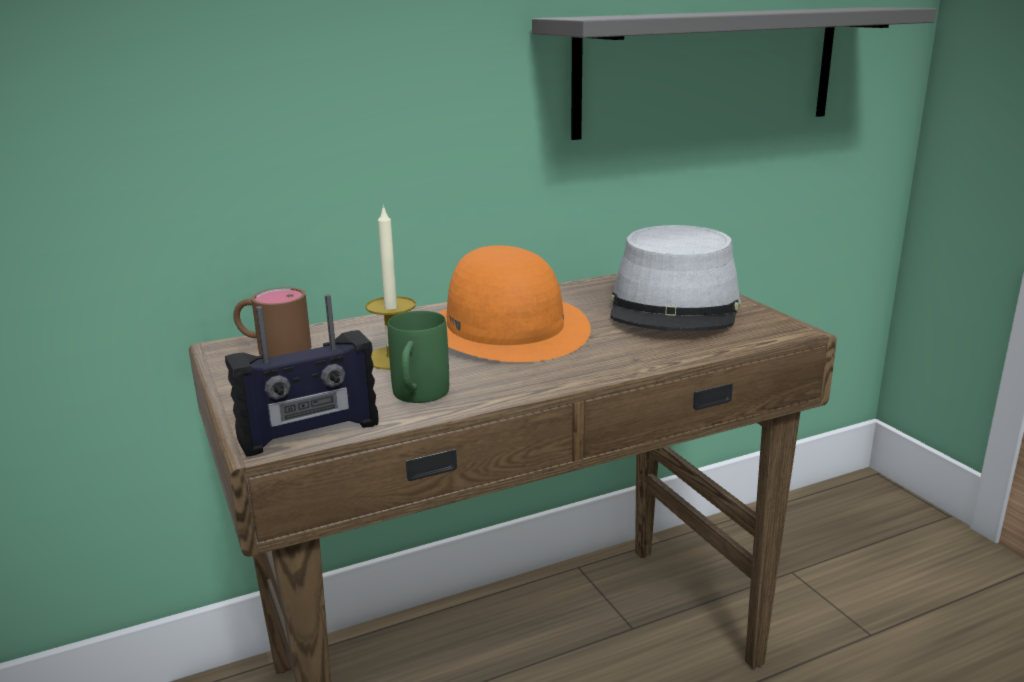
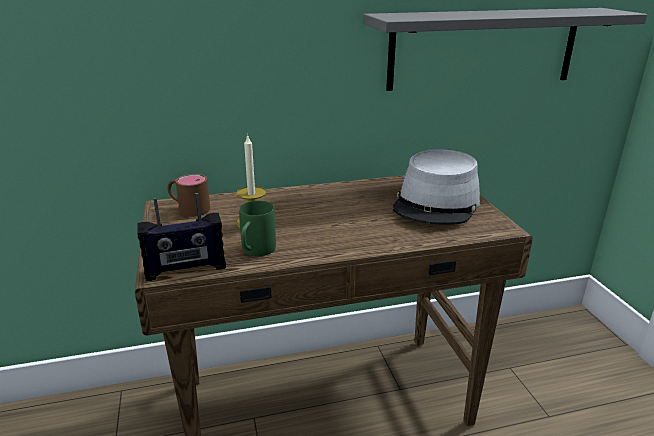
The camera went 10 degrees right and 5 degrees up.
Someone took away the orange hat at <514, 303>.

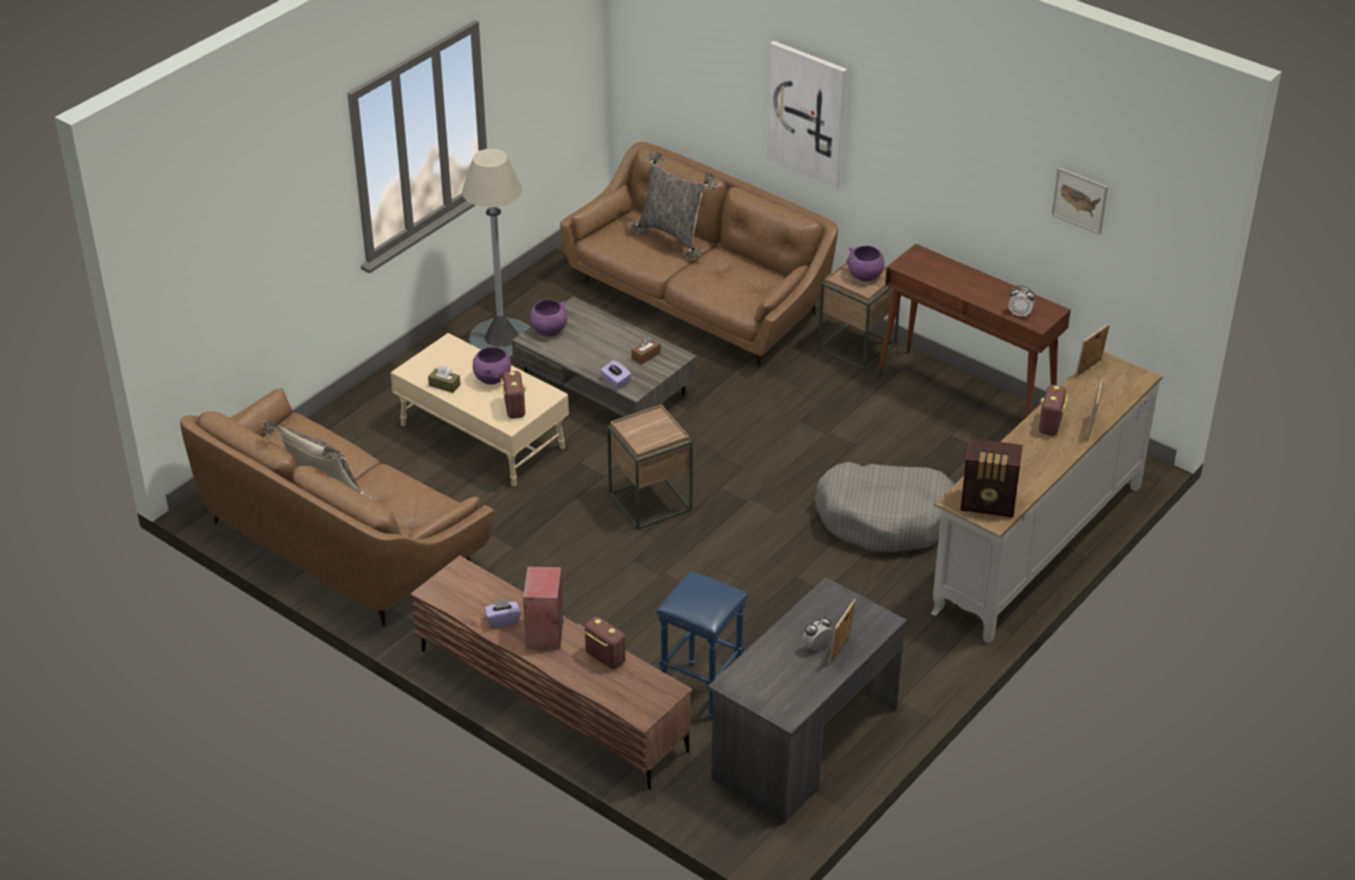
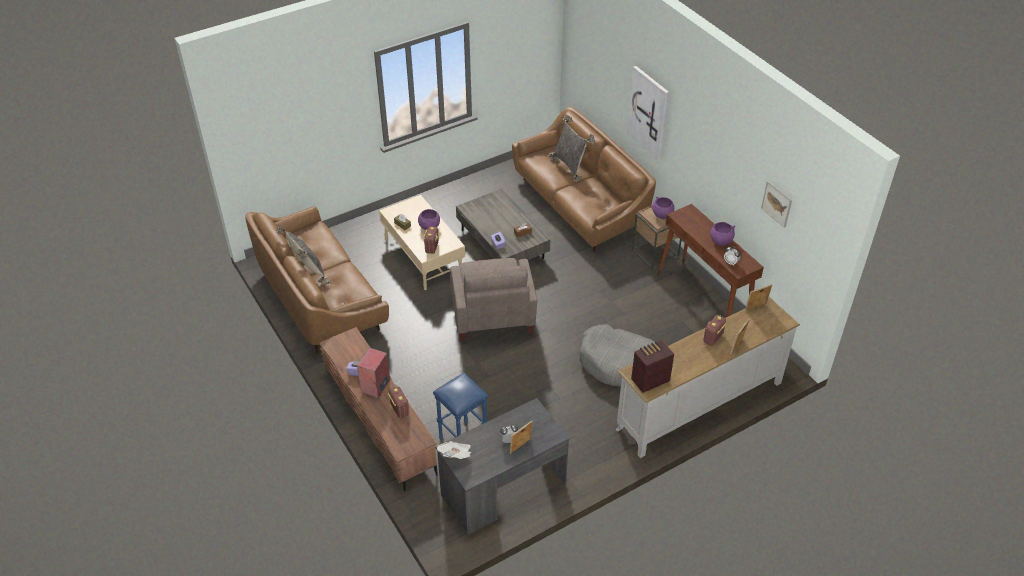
The camera went 20 degrees right and 5 degrees up.
Someone took away the grey floor lamp at <496, 253>.
Someone carried the purple bowl from <549, 317> to <722, 234>.
Someone swapped the brown side table at <650, 467> for the beige armchair at <493, 300>.
Someone rotated the radio at <991, 478> by 120 degrees clockwise.
Someone put down the newspaper at <454, 450>.

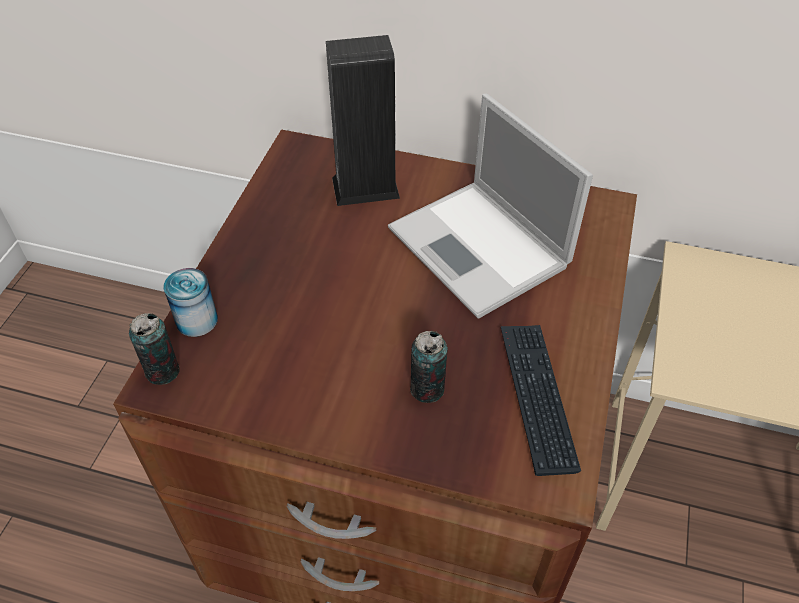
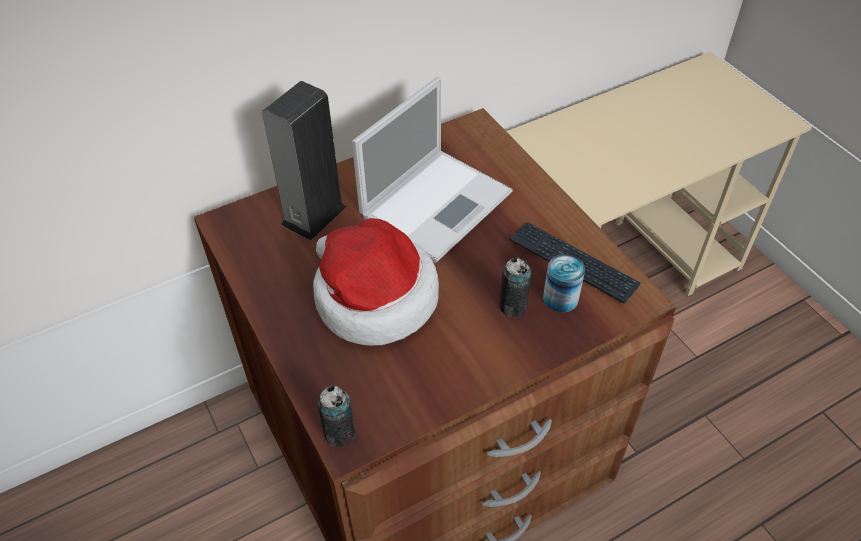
The camera went 45 degrees left and 0 degrees up.
Someone carried the can from <190, 302> to <564, 283>.
Someone rotated the laptop at <490, 206> by 60 degrees counterclockwise.
Someone put down the hat at <376, 282>.

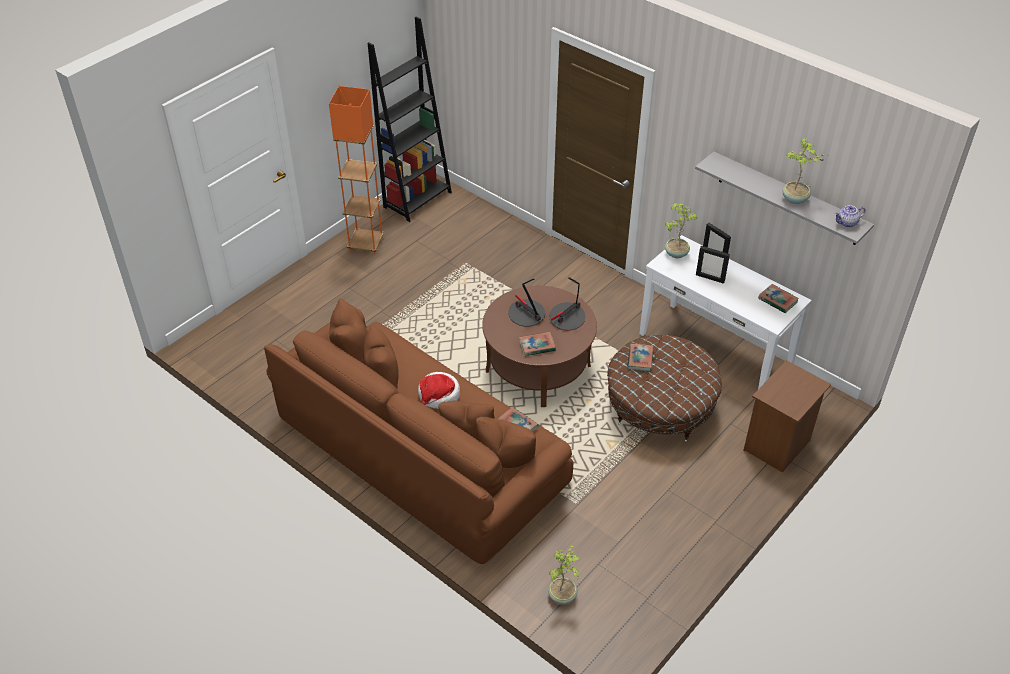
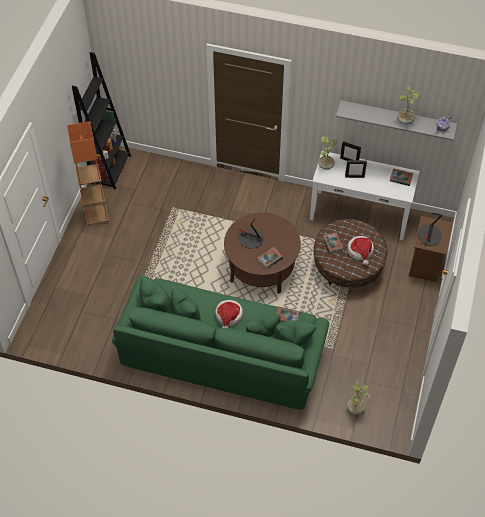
The camera went 25 degrees left and 10 degrees up.
Someone repainted the brown sofa at <418, 431>, which became the green sofa at <220, 342>.
Someone carried the table lamp from <567, 304> to <430, 229>.
Someone put down the hat at <360, 250>.

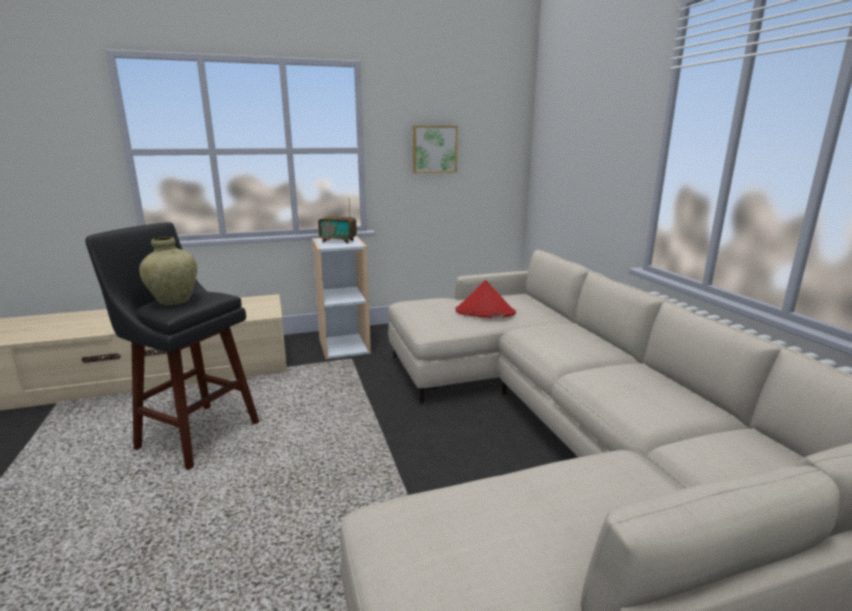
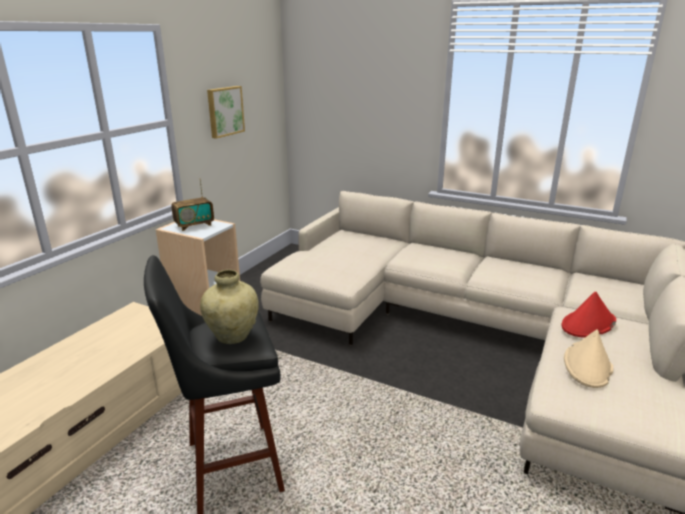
The camera went 45 degrees left and 5 degrees up.
Someone carried the red hat from <485, 299> to <588, 315>.
Someone put down the beige hat at <588, 358>.

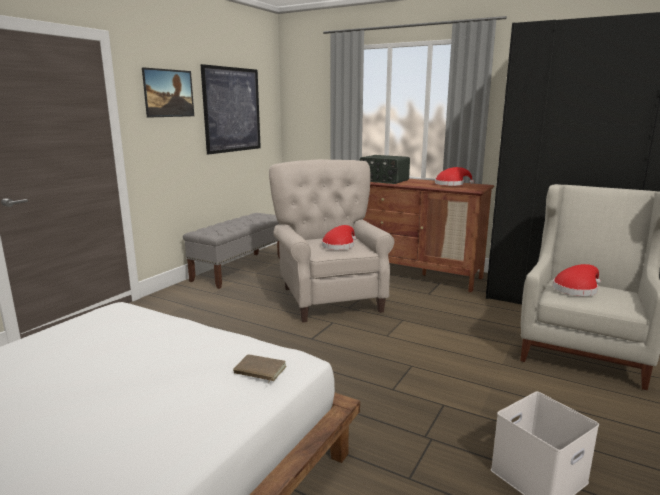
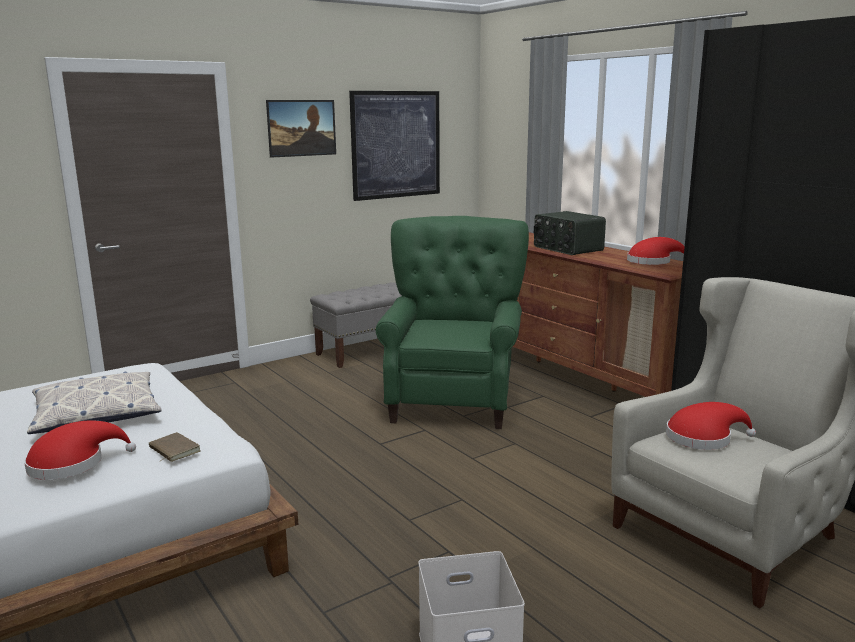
The camera went 25 degrees right and 0 degrees up.
Someone repainted the beige armchair at <331, 240>, which became the green armchair at <452, 322>.
Someone carried the red hat from <339, 237> to <80, 450>.
Someone put down the pillow at <94, 403>.

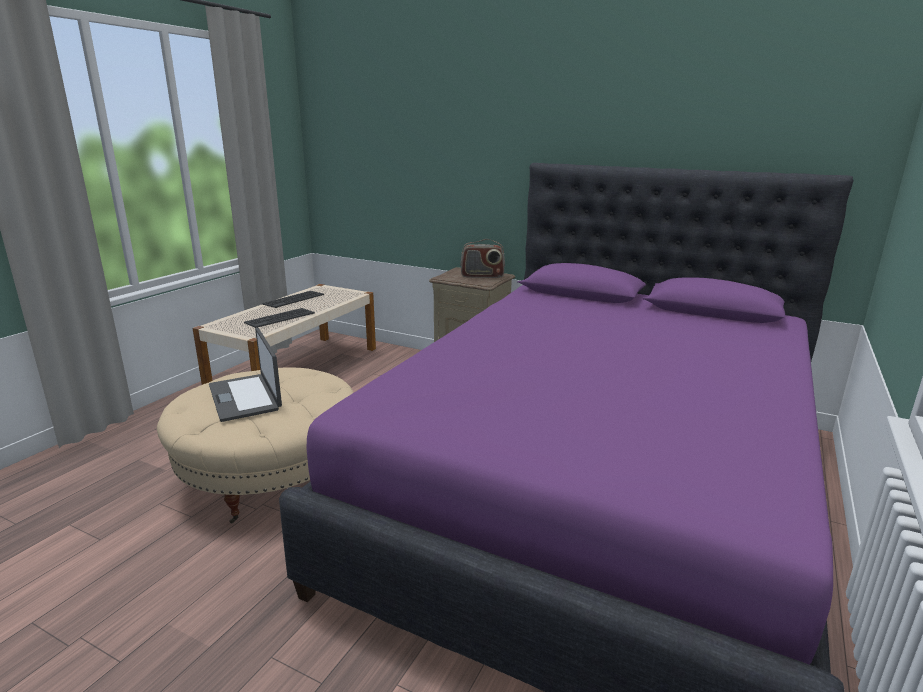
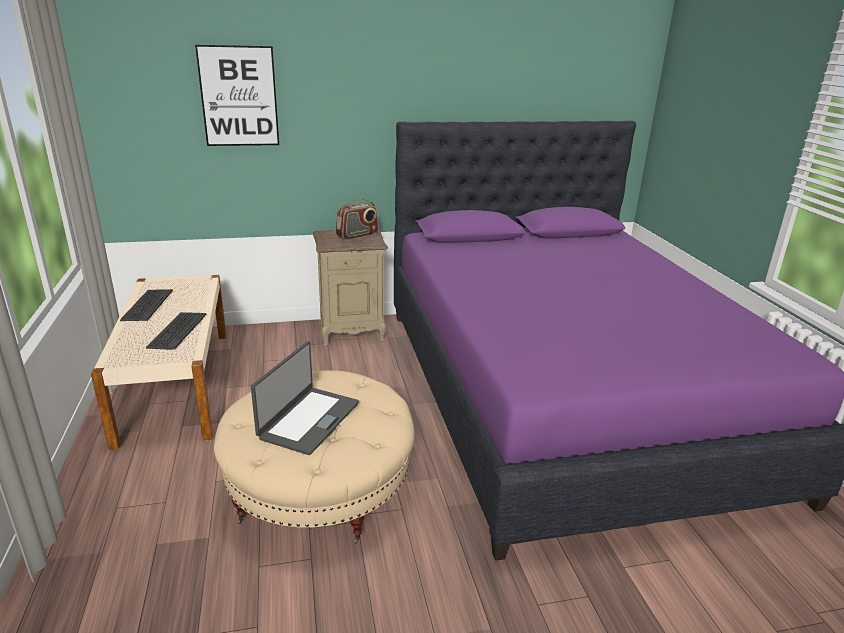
The camera went 40 degrees left and 5 degrees up.
Someone rotated the laptop at <245, 375> by 90 degrees counterclockwise.
Someone put up the picture at <237, 95>.

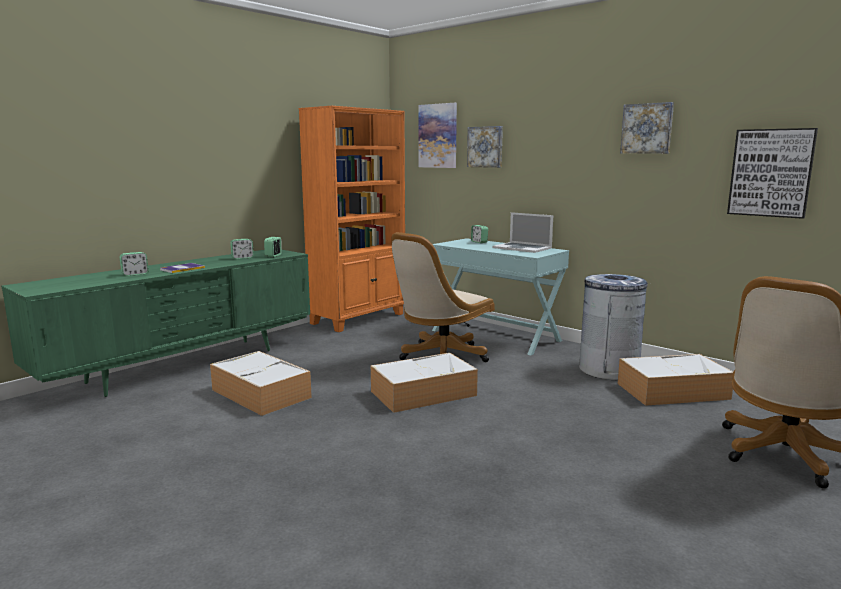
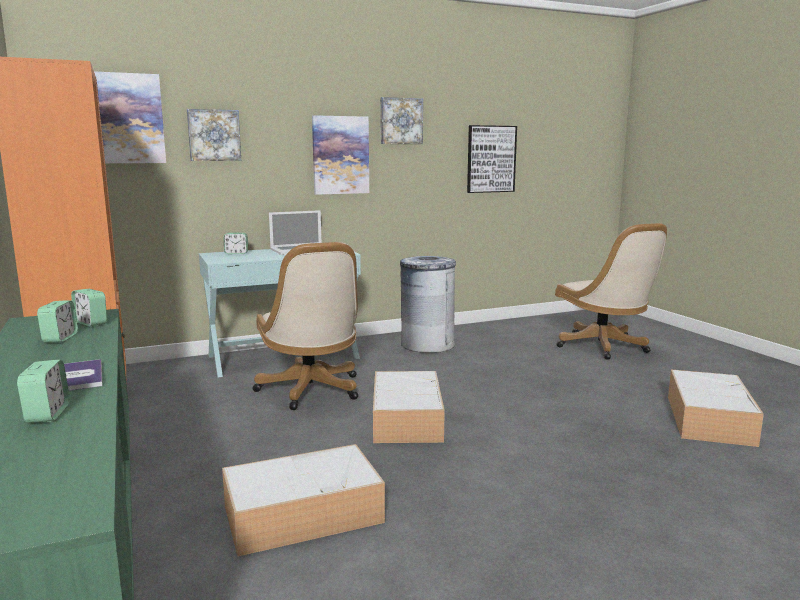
The camera went 65 degrees left and 0 degrees up.
Someone carried the storage box from <675, 380> to <716, 408>.
Someone put up the picture at <340, 155>.

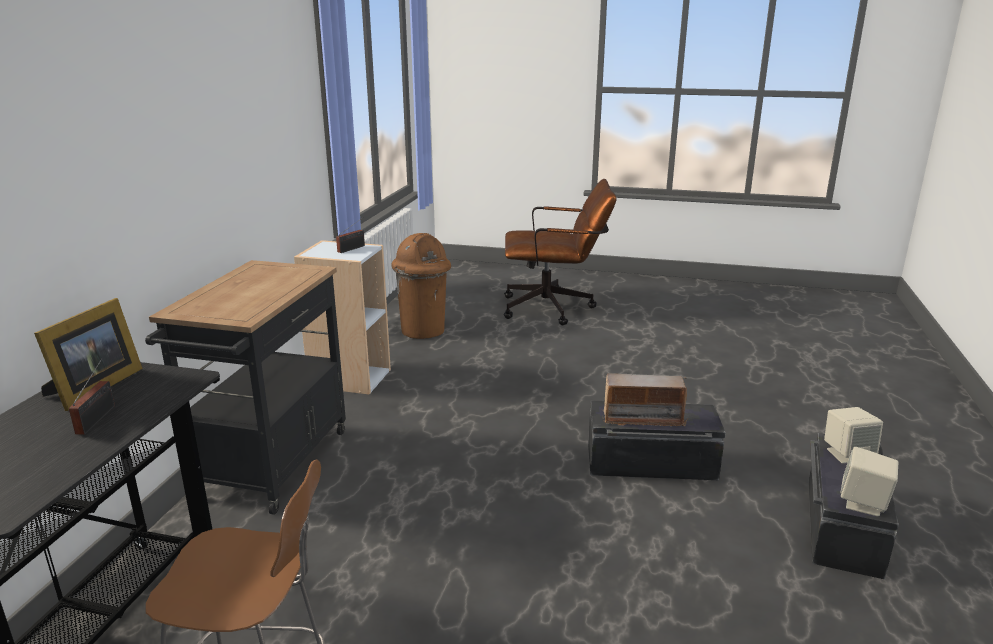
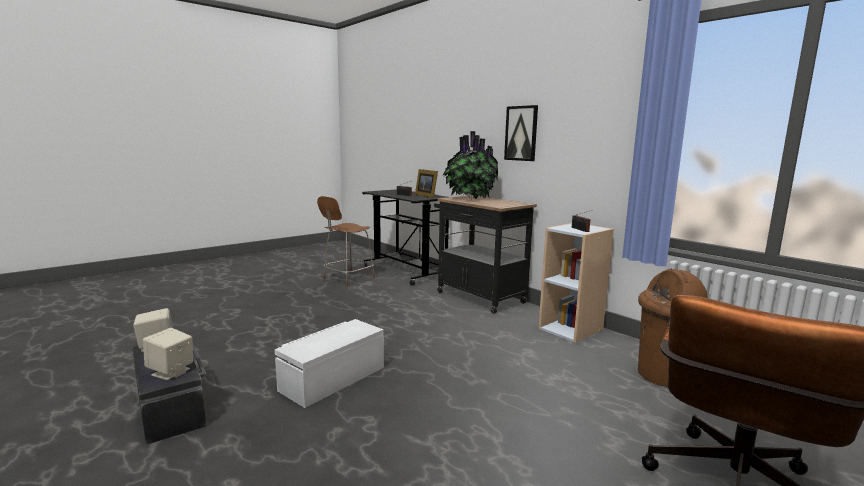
The camera went 125 degrees right and 10 degrees down.
Someone repainted the black storage box at <657, 440>, which became the white storage box at <329, 363>.
Someone took away the radio at <644, 399>.
Someone put down the potted plant at <470, 165>.
Someone put up the picture at <521, 133>.

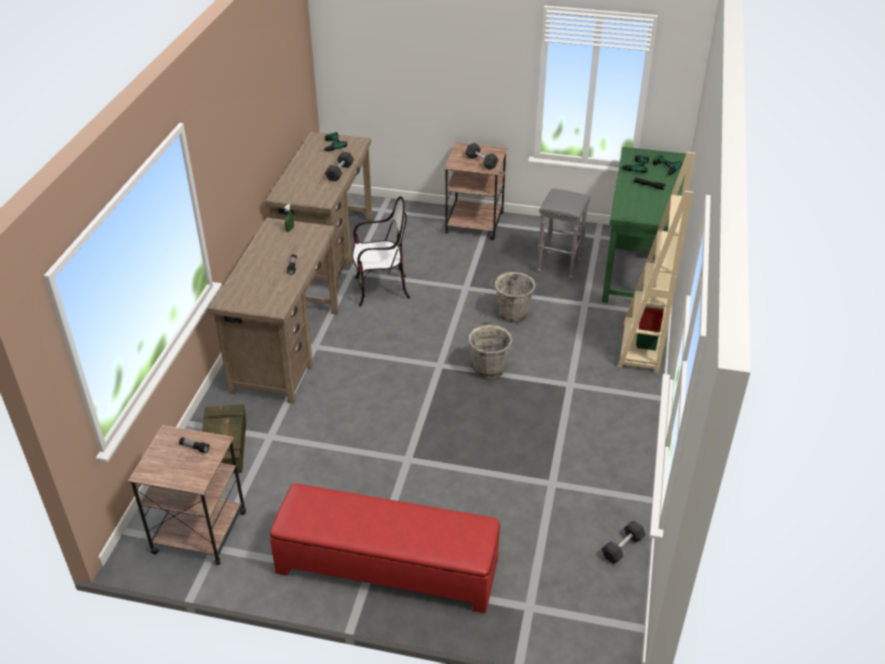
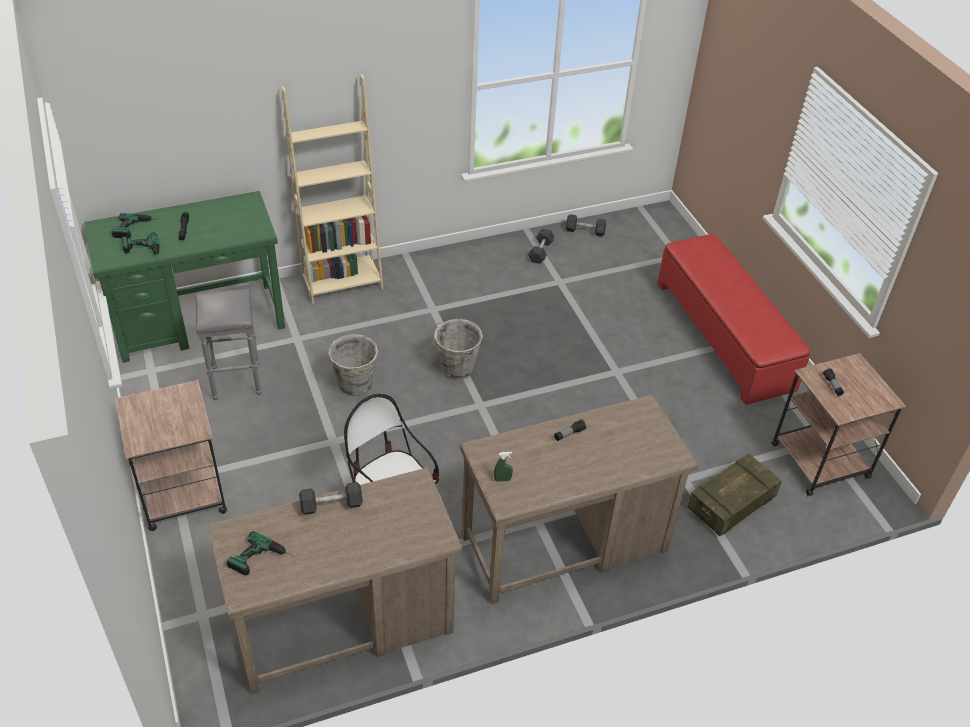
The camera went 125 degrees left and 5 degrees up.
Someone carried the grey dumbbell from <481, 156> to <541, 246>.

